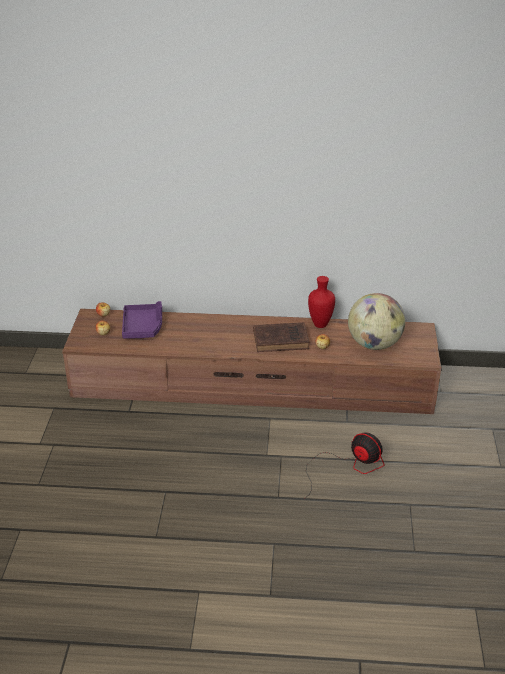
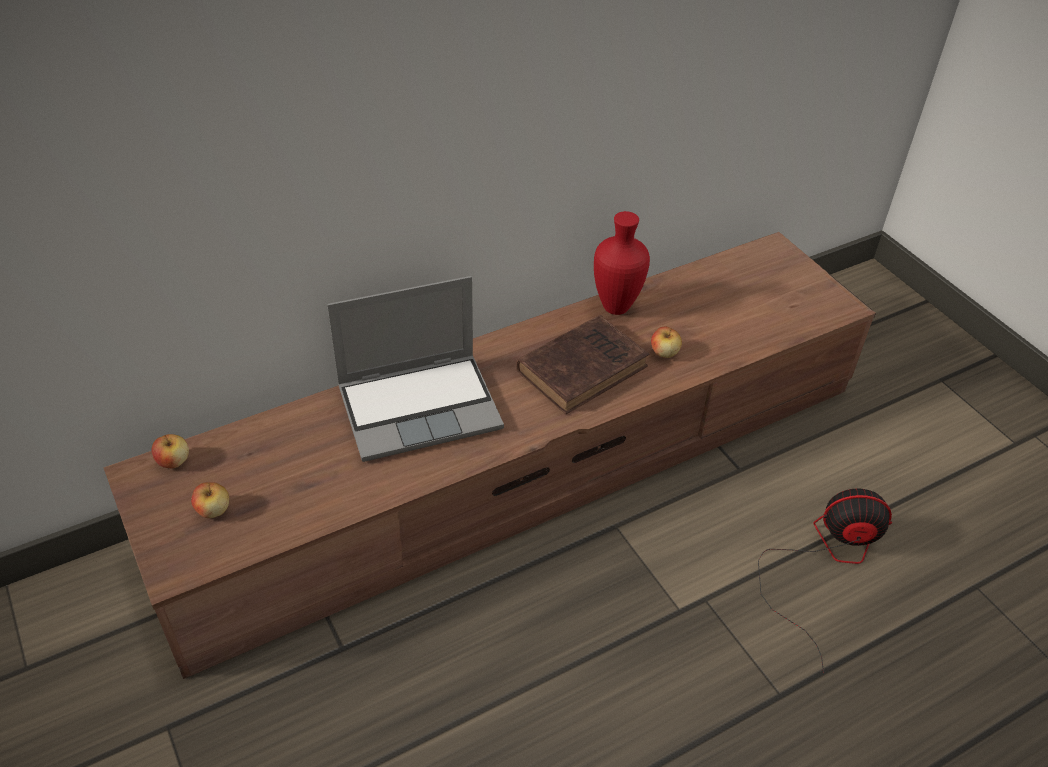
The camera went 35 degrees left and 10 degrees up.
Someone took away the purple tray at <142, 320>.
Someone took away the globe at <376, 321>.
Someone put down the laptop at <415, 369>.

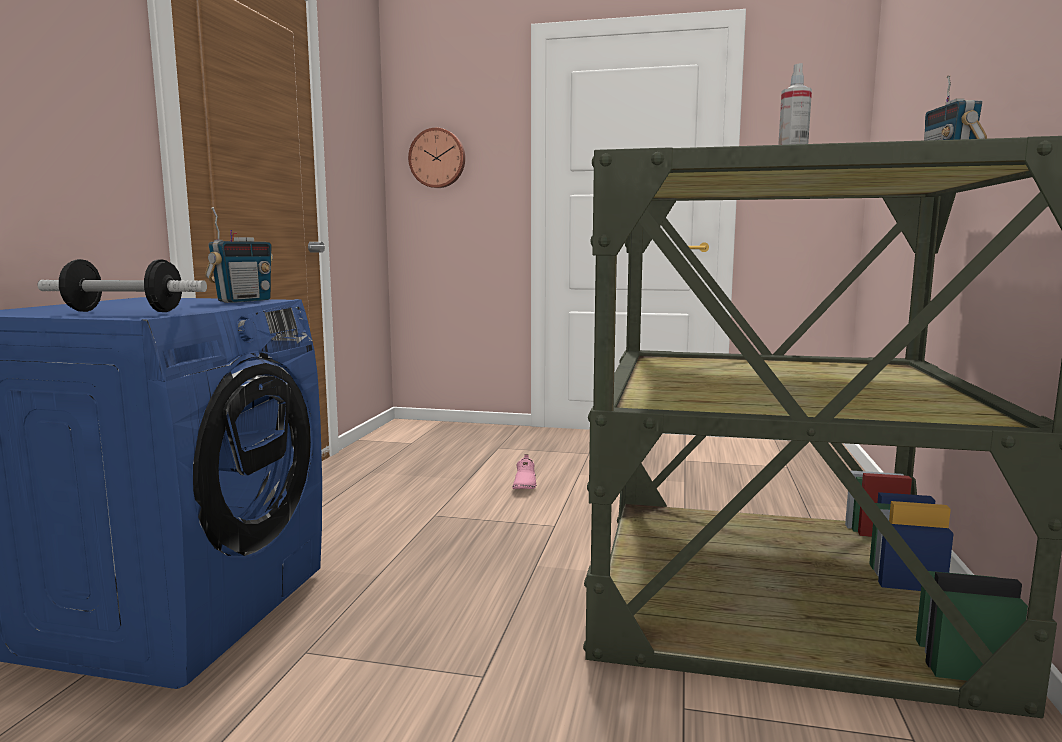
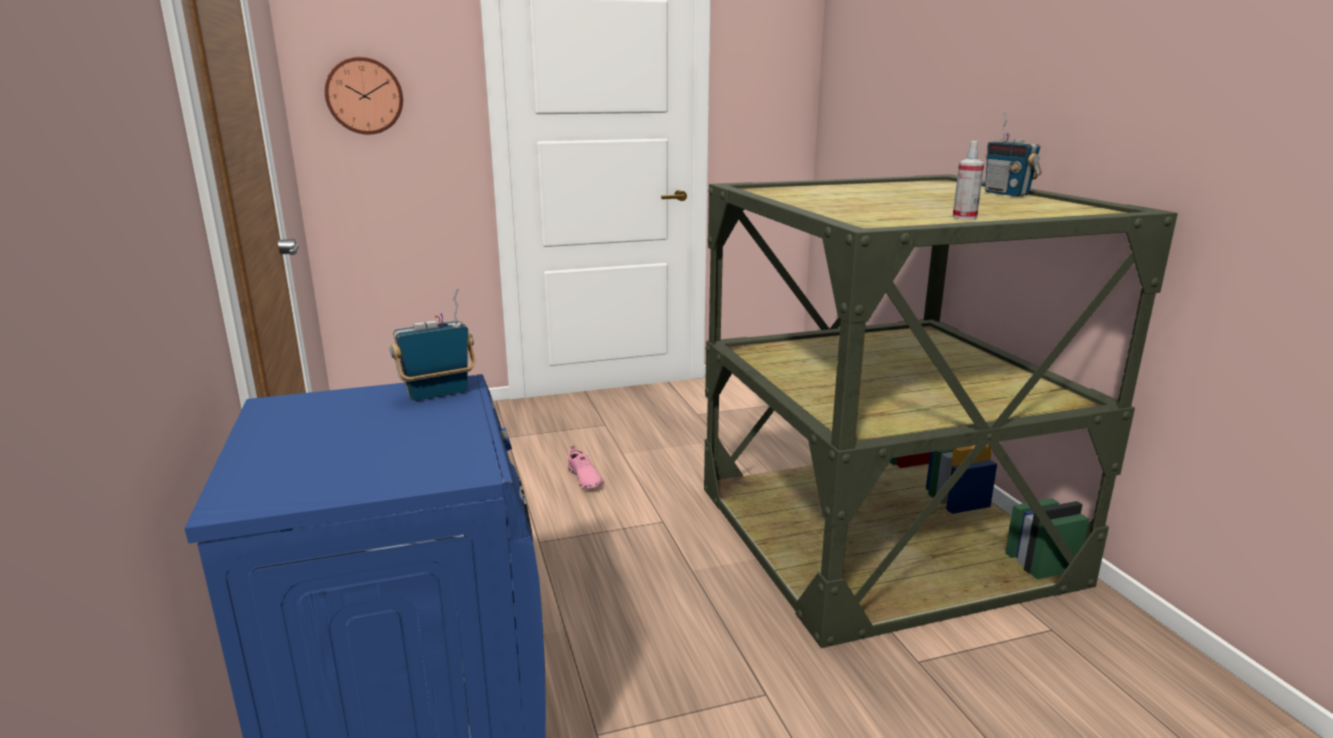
The camera went 30 degrees left and 10 degrees up.
Someone took away the dumbbell at <122, 285>.
Someone rotated the radio at <239, 255> by 120 degrees counterclockwise.

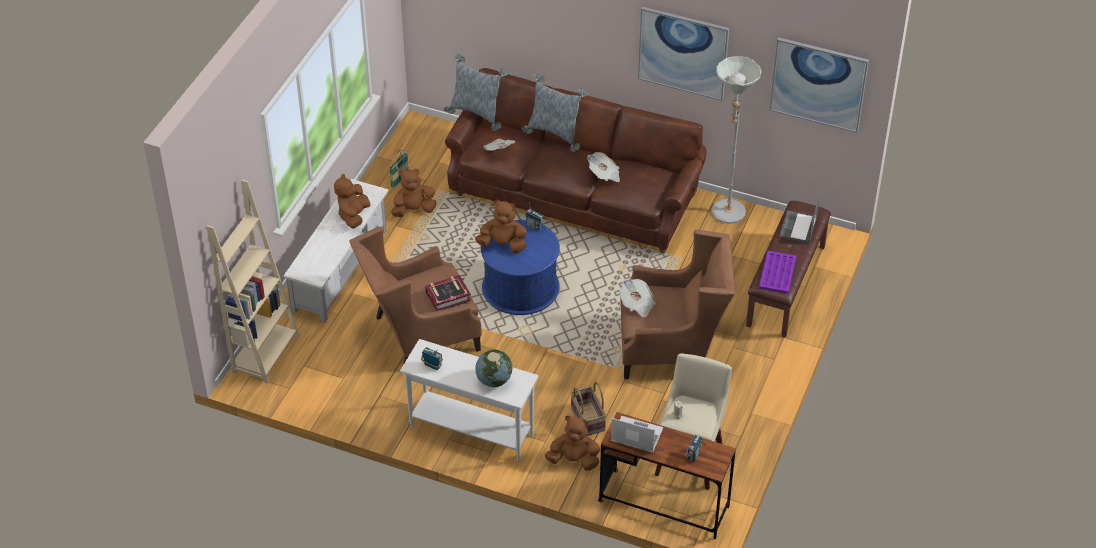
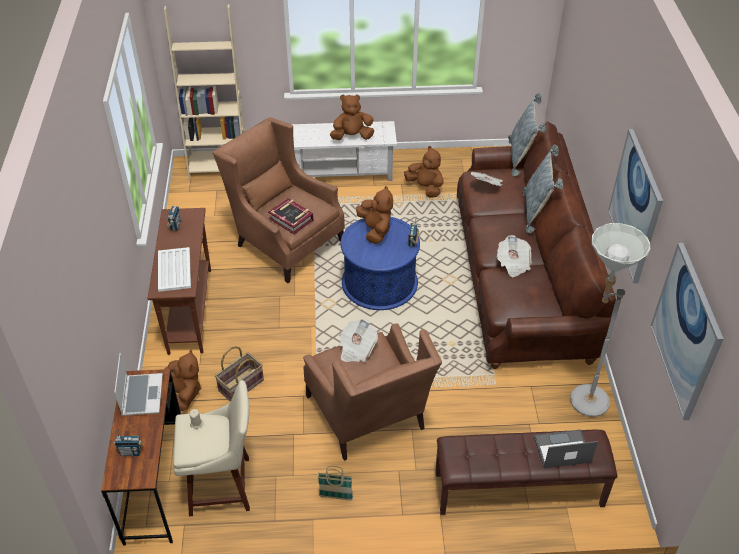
The camera went 65 degrees right and 0 degrees up.
Someone carried the basket from <399, 168> to <335, 483>.
Someone repainted the white console table at <469, 400>, which became the brown console table at <179, 281>.
Someone swapped the globe at <493, 368> for the white tray at <174, 269>.
Someone took away the purple tray at <777, 272>.

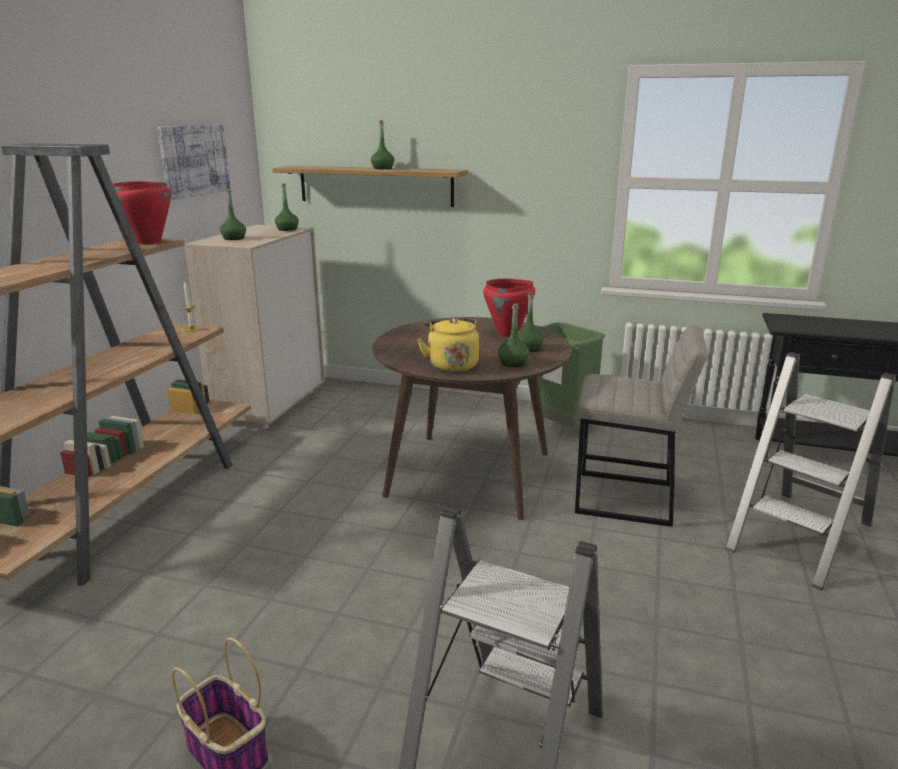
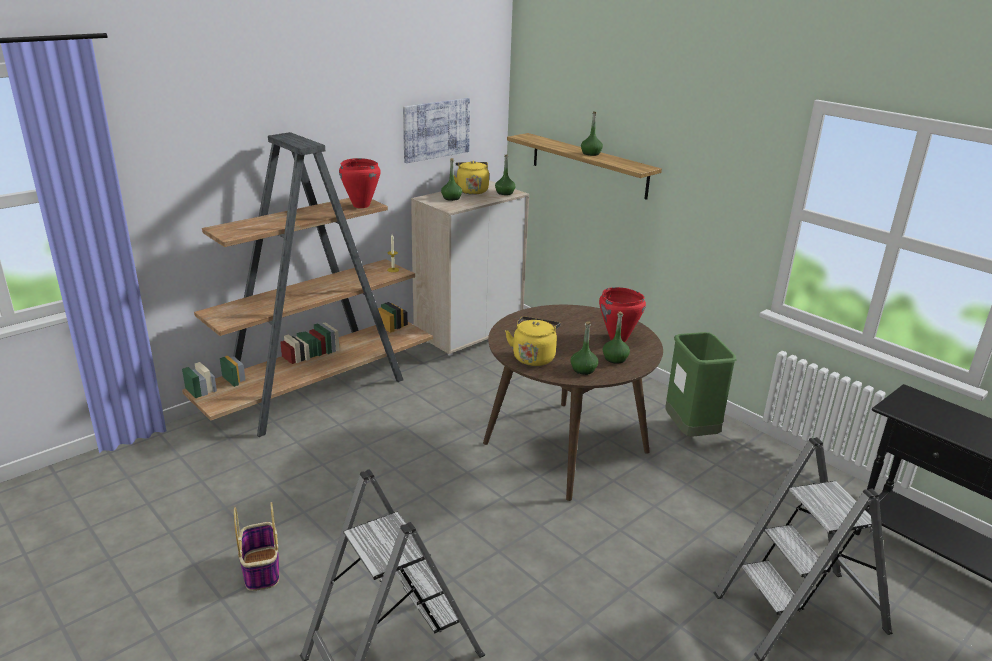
The camera went 30 degrees right and 5 degrees up.
Someone took away the grey chair at <641, 426>.
Someone put down the yellow kettle at <471, 178>.

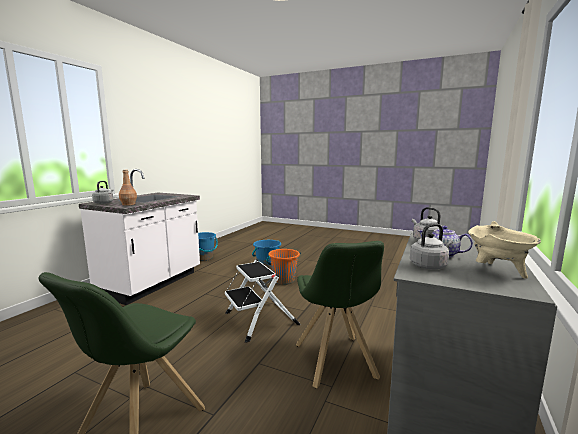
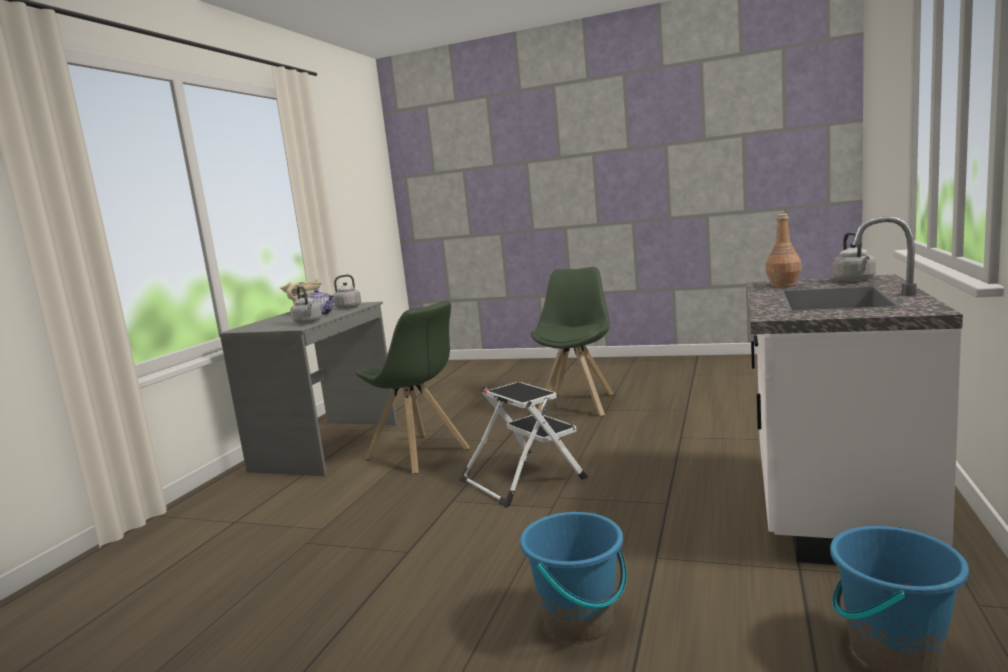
The camera went 175 degrees right and 0 degrees up.
Someone took away the orange bucket at <283, 267>.
Someone rotated the green chair at <340, 314> by 150 degrees clockwise.

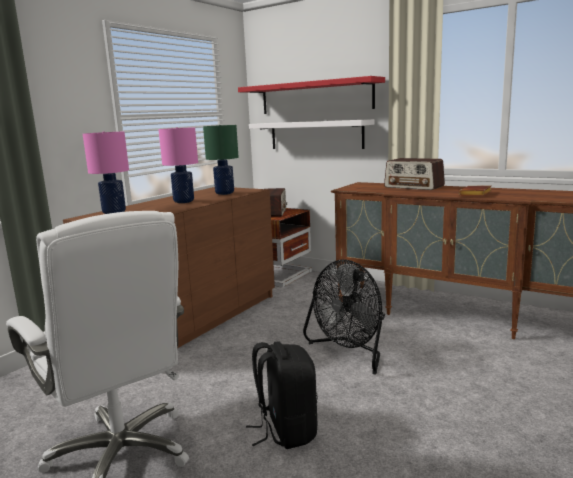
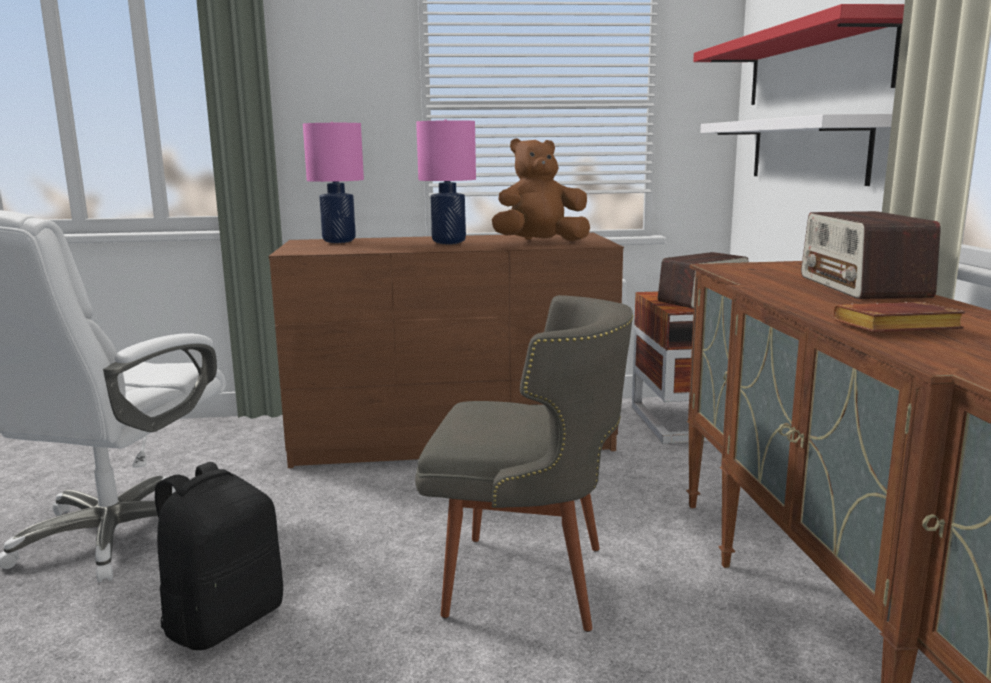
The camera went 50 degrees right and 0 degrees up.
Someone swapped the green table lamp at <221, 160> for the brown plush toy at <541, 189>.
Someone swapped the black fan at <344, 316> for the grey chair at <524, 463>.

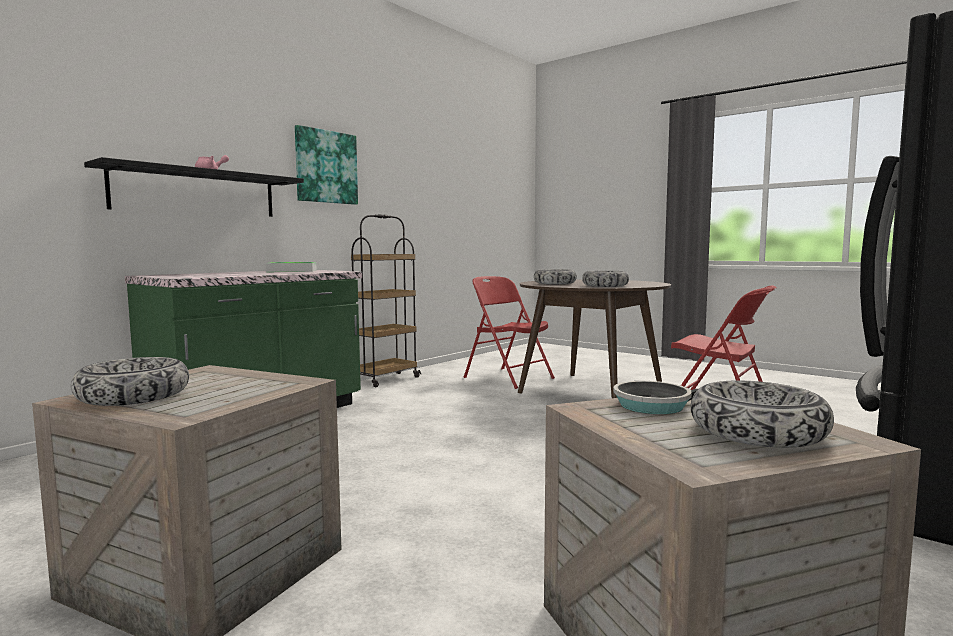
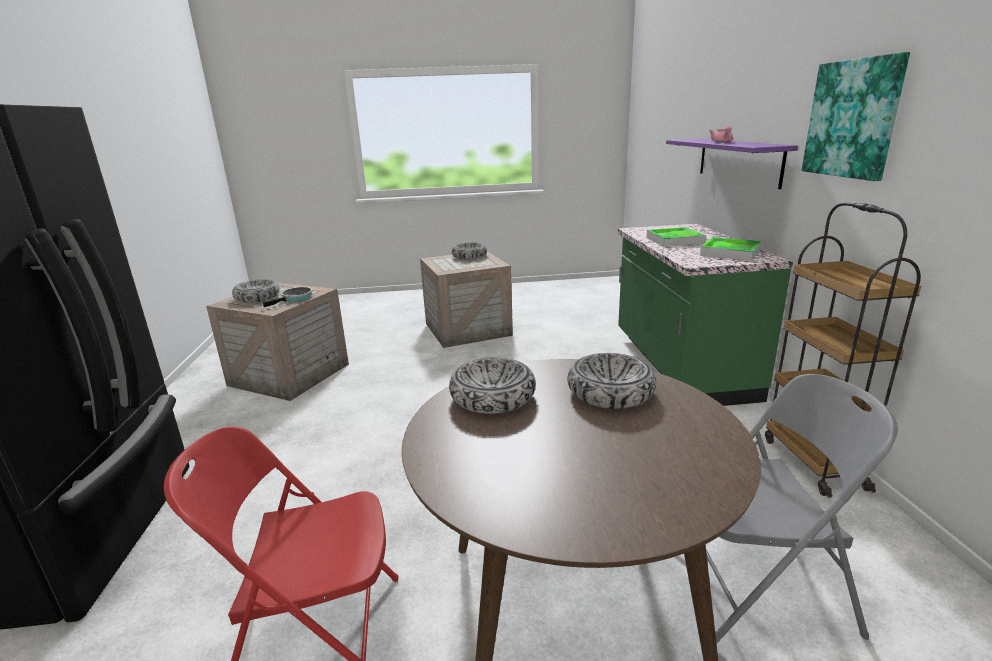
The camera went 135 degrees right and 15 degrees up.
Someone repainted the black shelf at <194, 187>, which became the purple shelf at <732, 164>.
Someone repainted the red chair at <509, 332>, which became the grey chair at <802, 509>.
Someone put down the tray at <676, 237>.

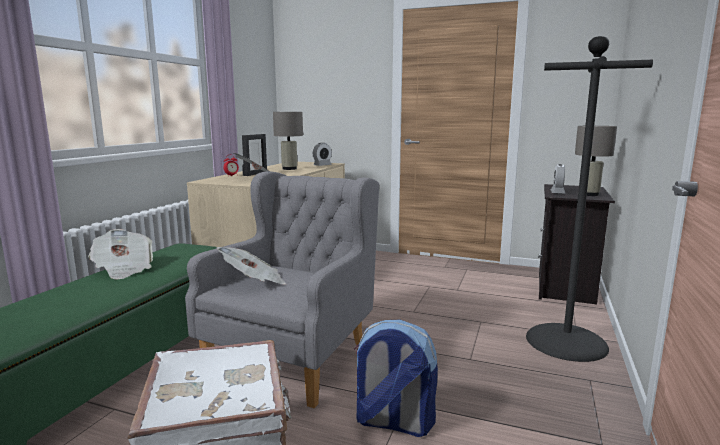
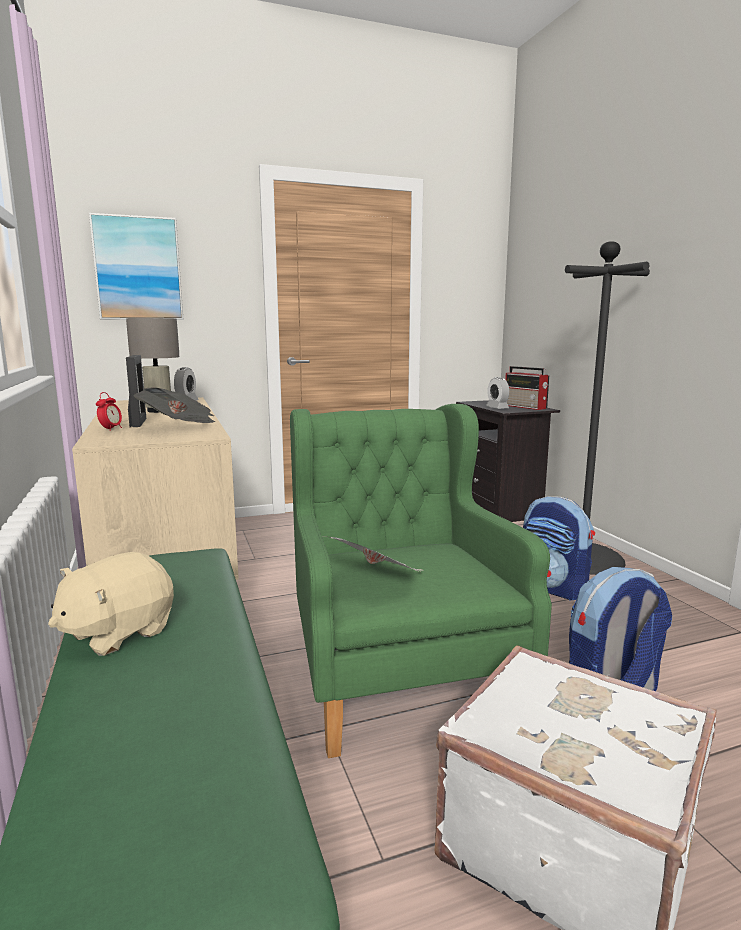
The camera went 40 degrees left and 0 degrees up.
Someone swapped the newspaper at <120, 254> for the beige plush toy at <111, 604>.
Someone repainted the grey armchair at <282, 289>, which became the green armchair at <421, 581>.
Someone swapped the grey table lamp at <596, 161> for the radio at <527, 388>.
Someone put up the picture at <136, 266>.
Someone put down the backpack at <559, 548>.

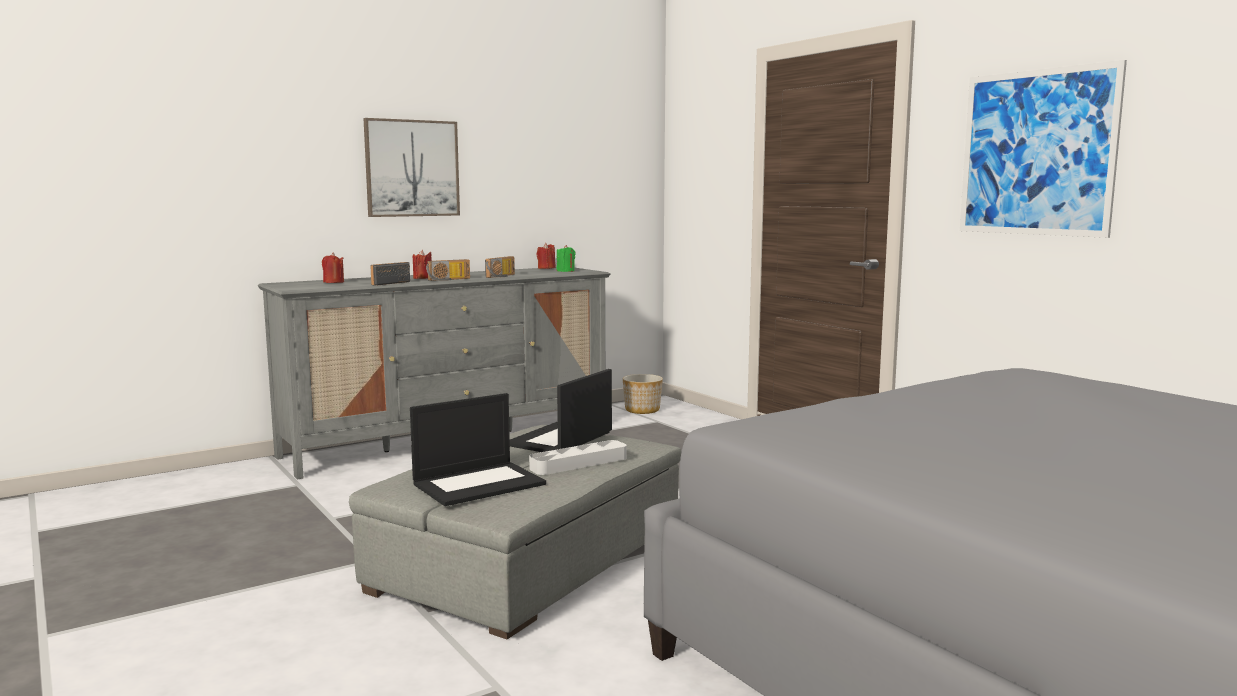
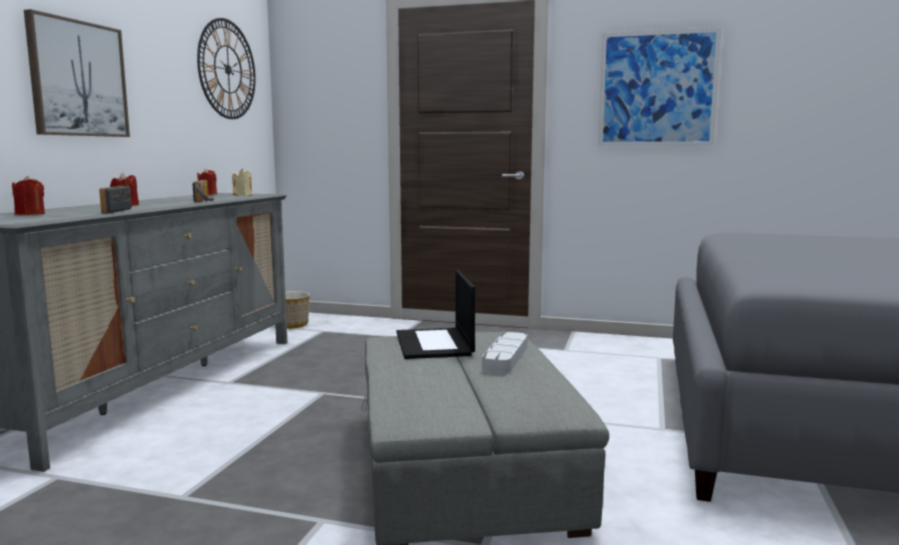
The camera went 40 degrees left and 0 degrees up.
Someone took away the laptop at <478, 449>.
Someone took away the radio at <448, 270>.
Someone repainted the green candle at <566, 258>, which became the beige candle at <242, 182>.
Someone put up the wall clock at <226, 68>.

